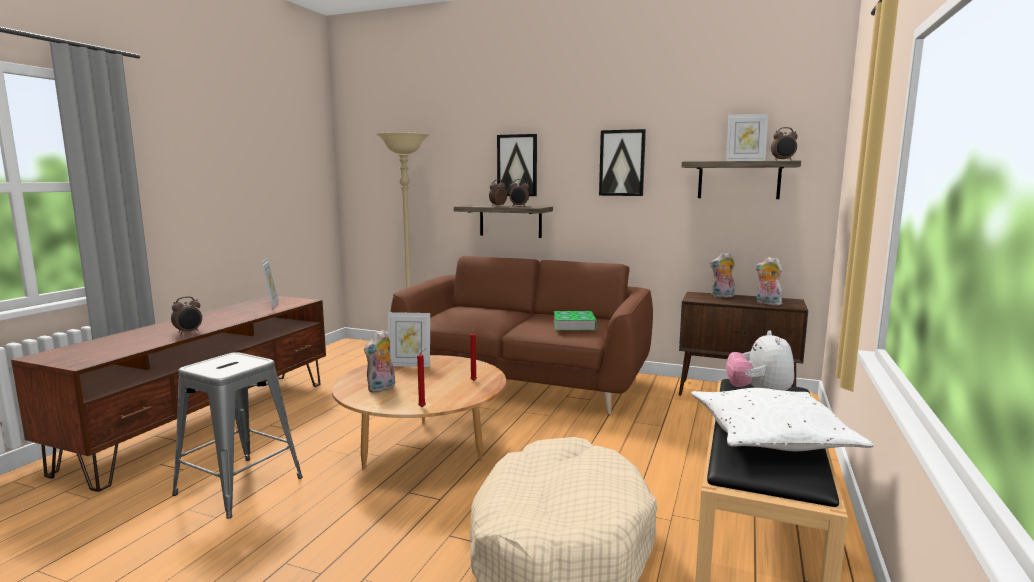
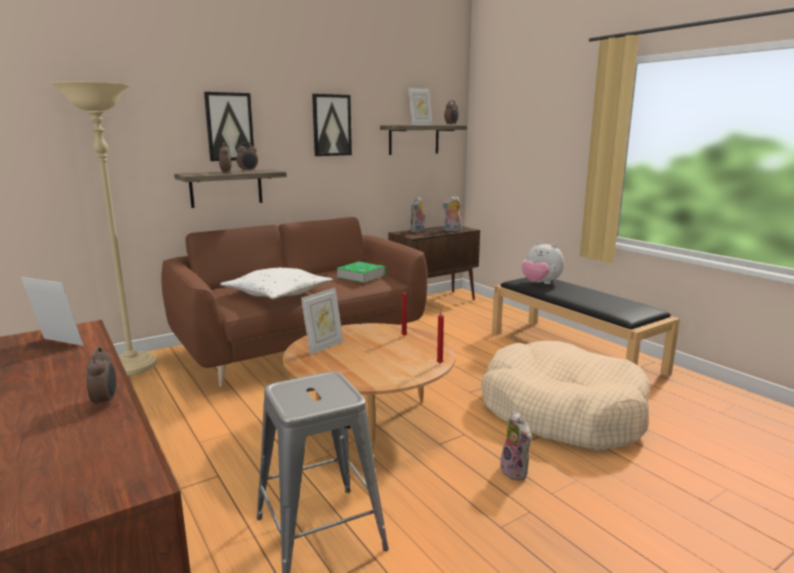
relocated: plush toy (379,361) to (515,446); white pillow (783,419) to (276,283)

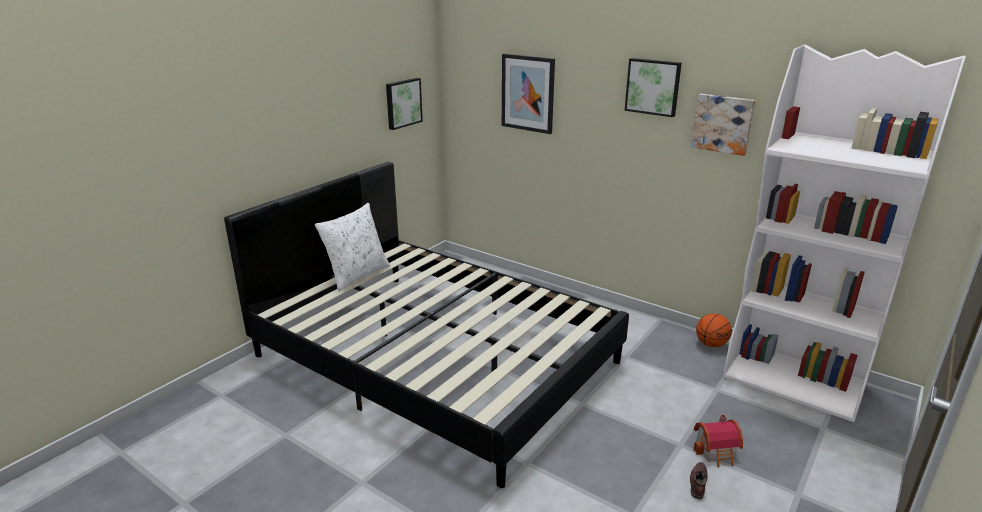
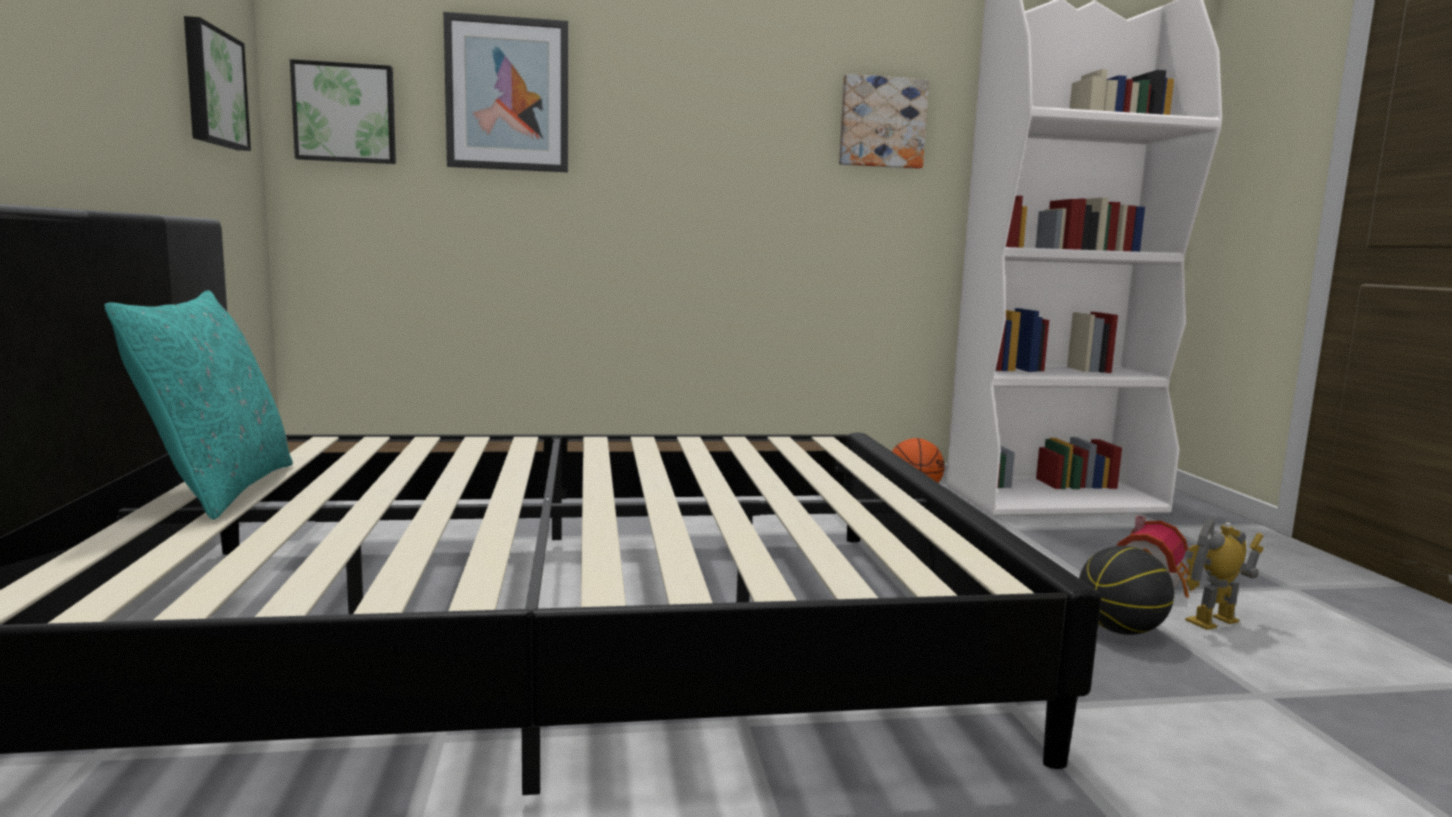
appeared: basketball (1126,590)
relocated: picture (653,87) to (343,111)
exchanged: brown shoe (699,481) to toy robot (1224,574)
colour: white pillow (352,247) to turquoise pillow (199,405)

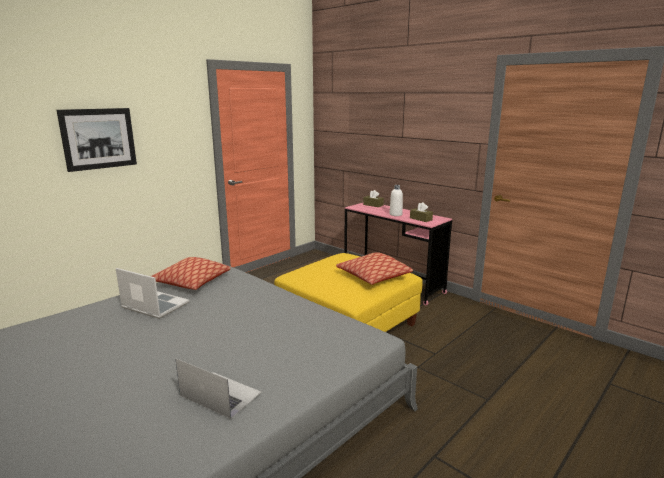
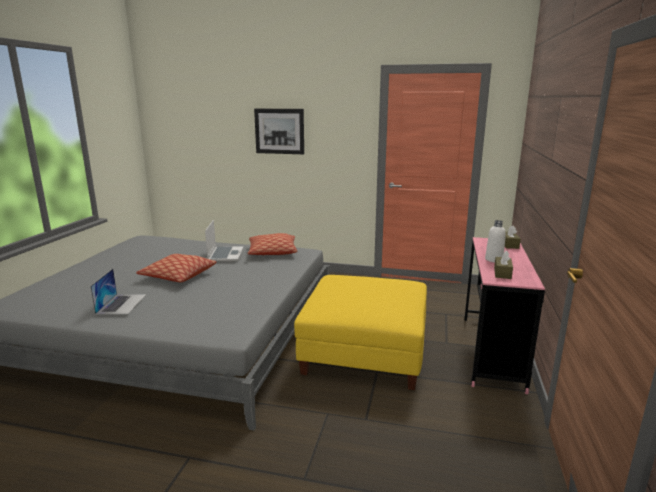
relocated: pillow (374,268) to (176,268)

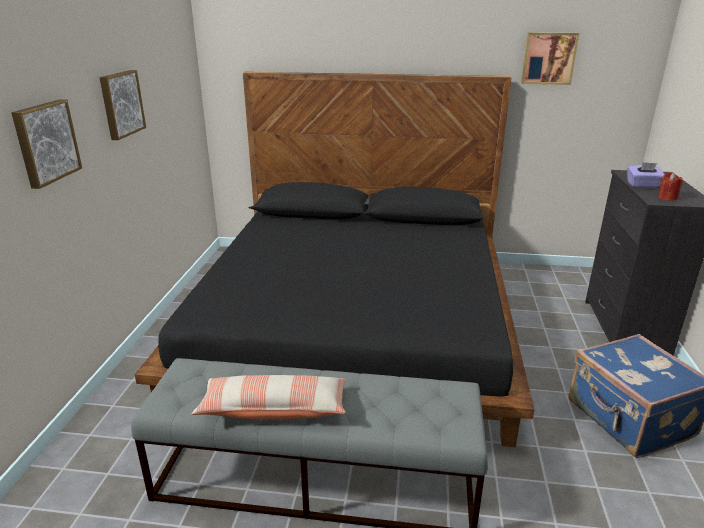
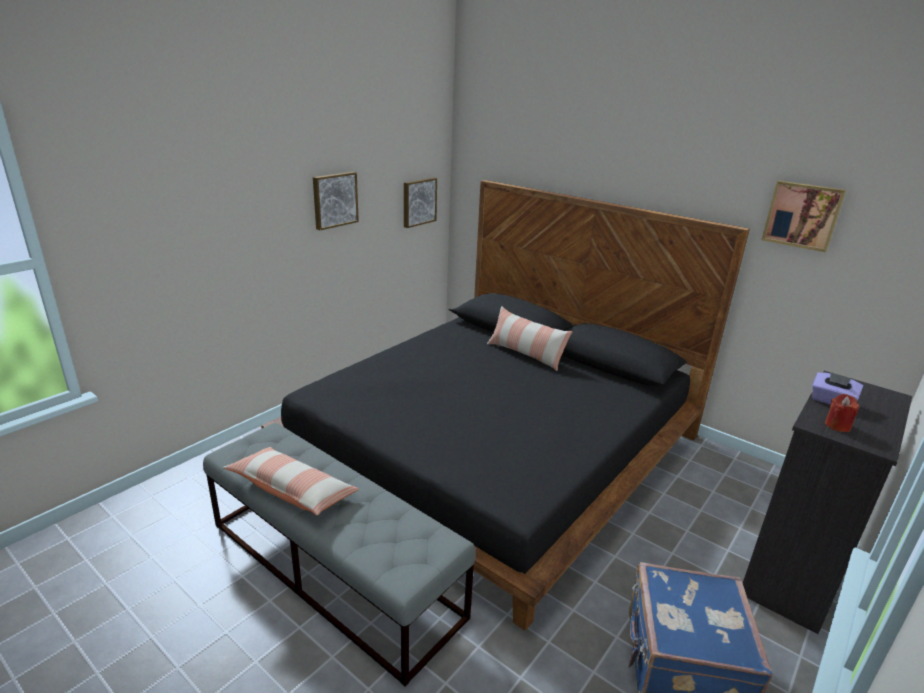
appeared: pillow (530,339)
relocated: picture (46,144) to (420,202)

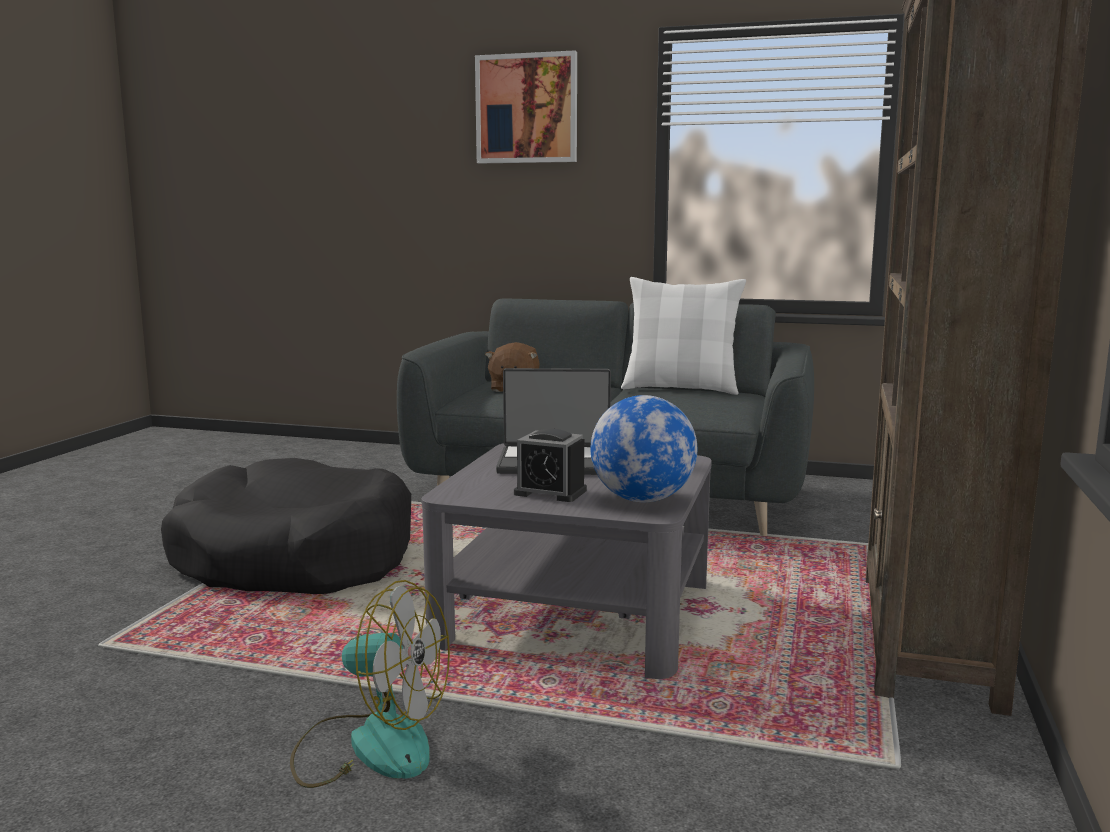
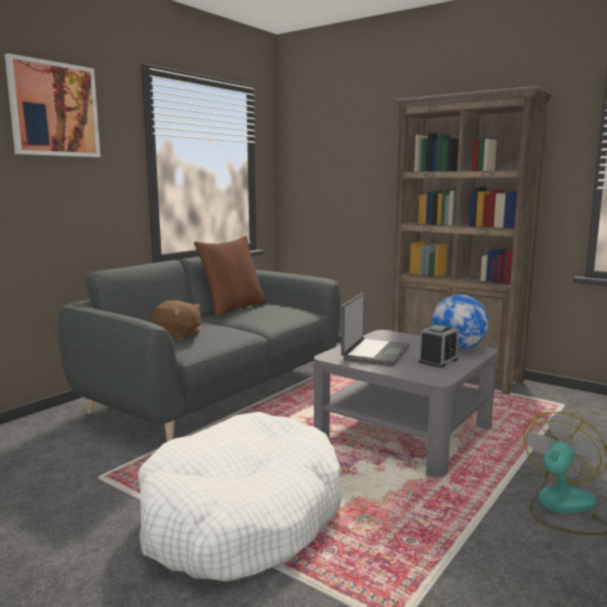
colour: black dog bed (286,526) to white dog bed (240,496); white pillow (683,336) to brown pillow (230,277)

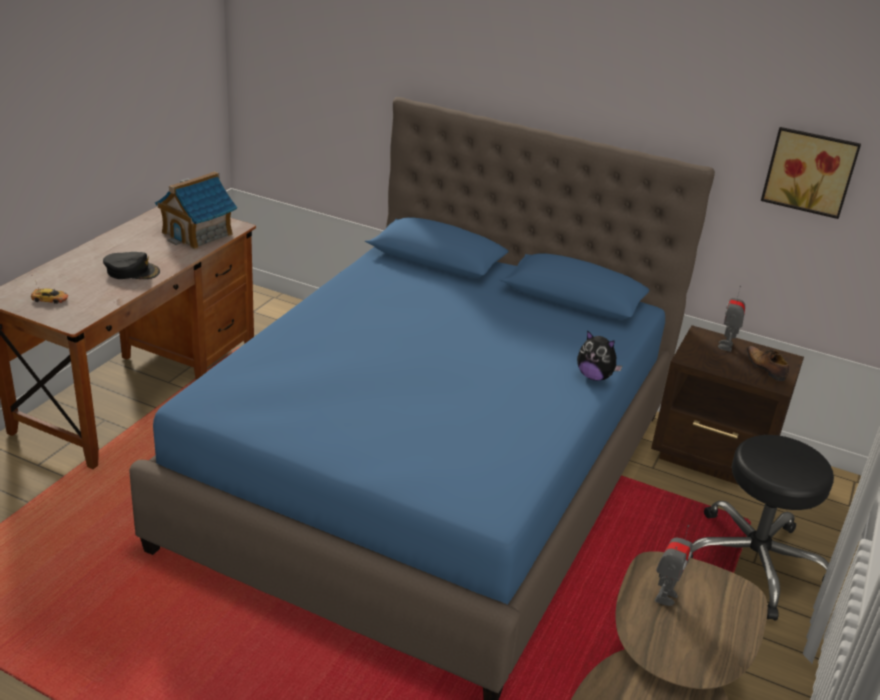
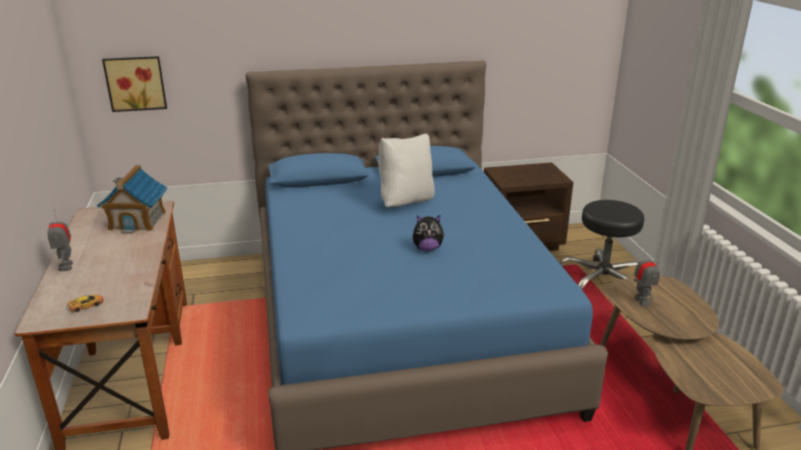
missing: black cap (131,265); shoe (767,363)
appeared: white pillow (406,170)
relocated: plush toy (600,355) to (429,233); toy robot (731,319) to (60,240); picture (811,173) to (134,84)

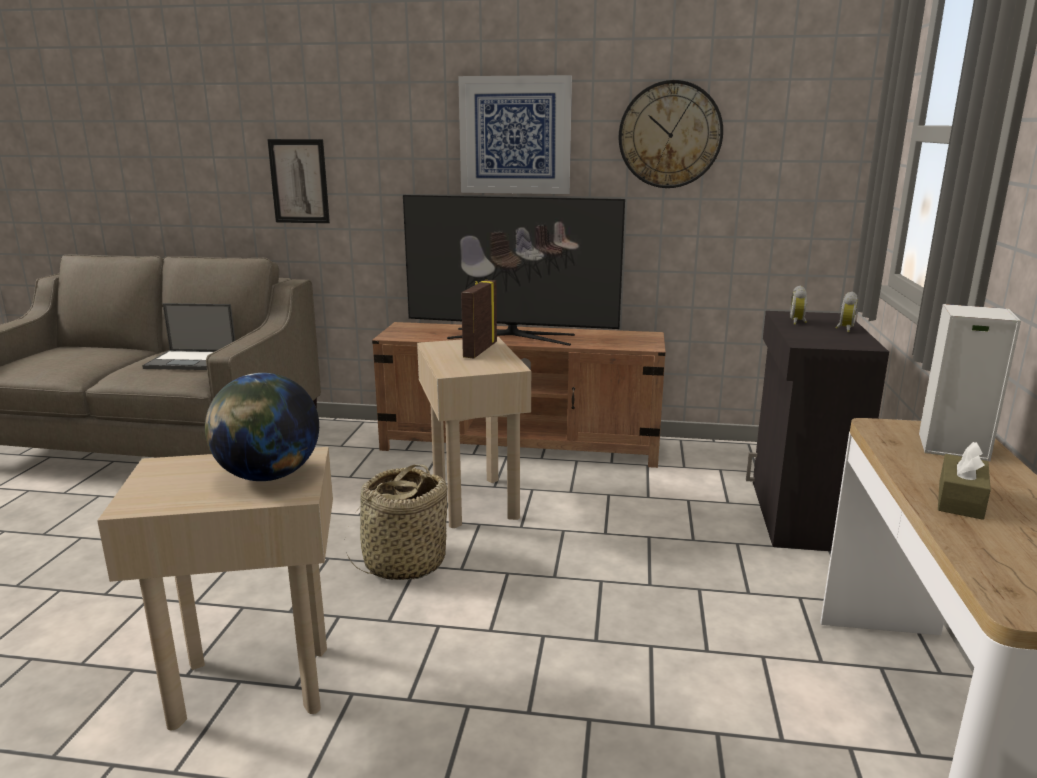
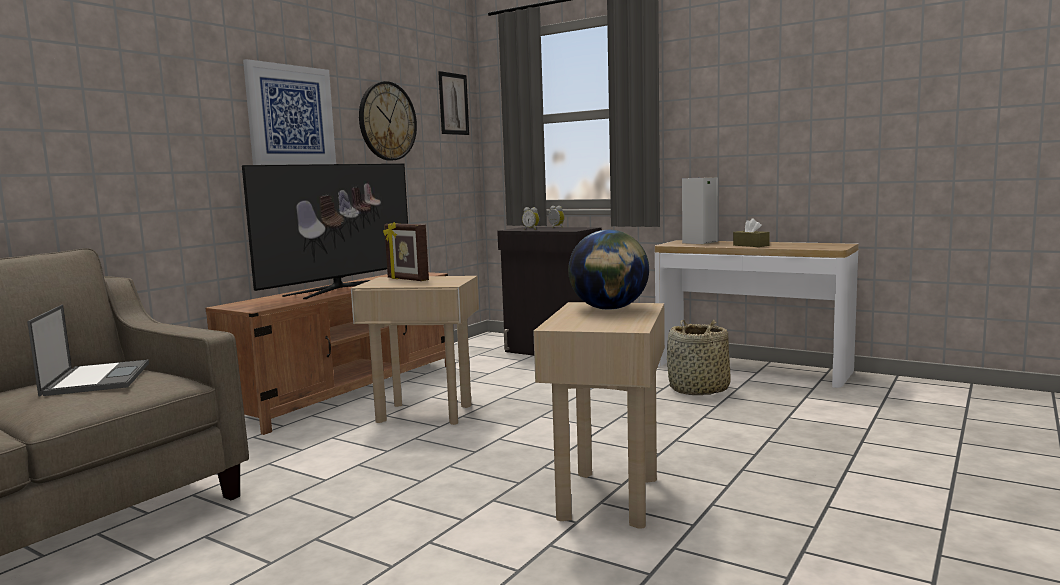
relocated: picture (298,181) to (453,103); basket (397,522) to (698,357)
spun: laptop (188,336) = (88,350) 45 degrees counterclockwise

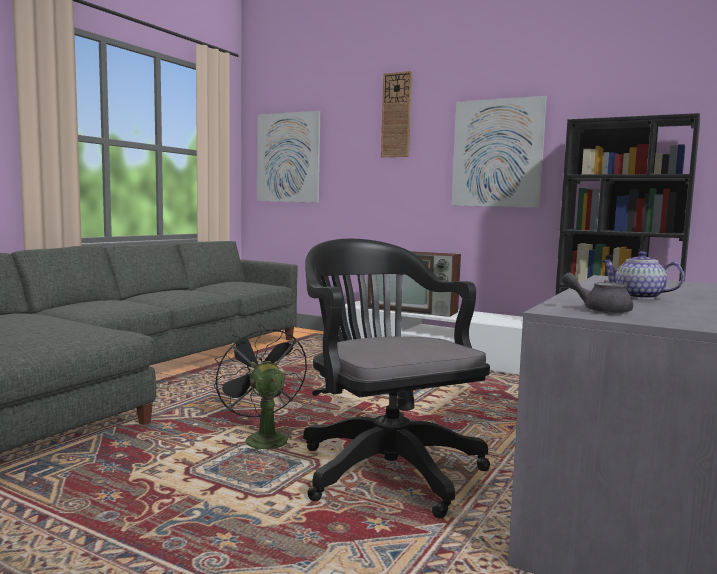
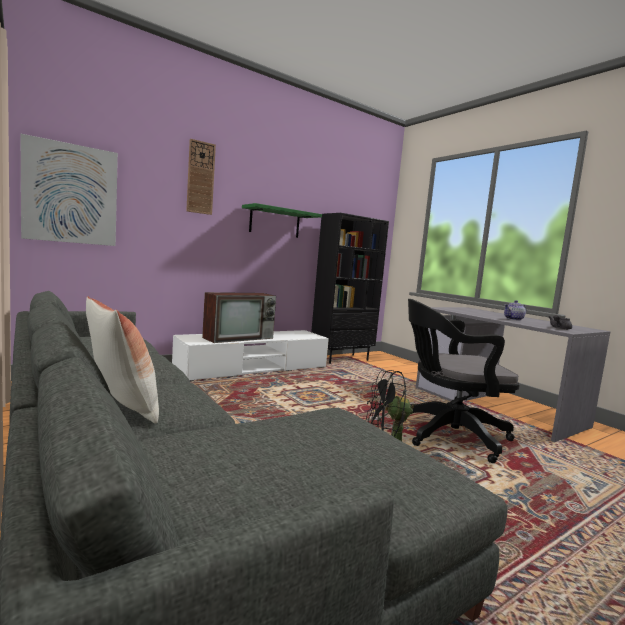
appeared: pillow (122,359)
exchanged: picture (499,152) to green shelf (282,220)

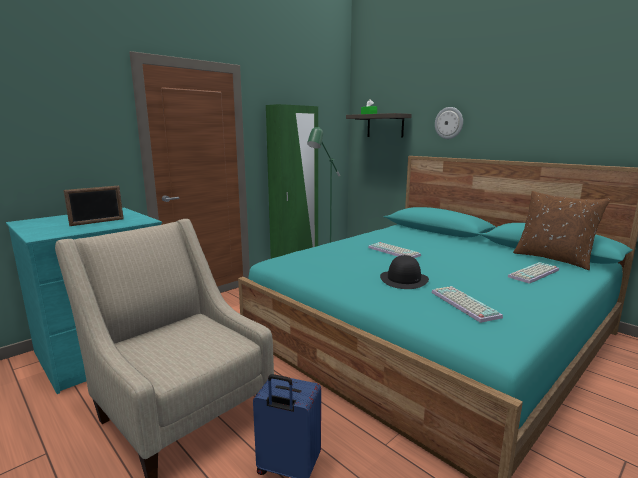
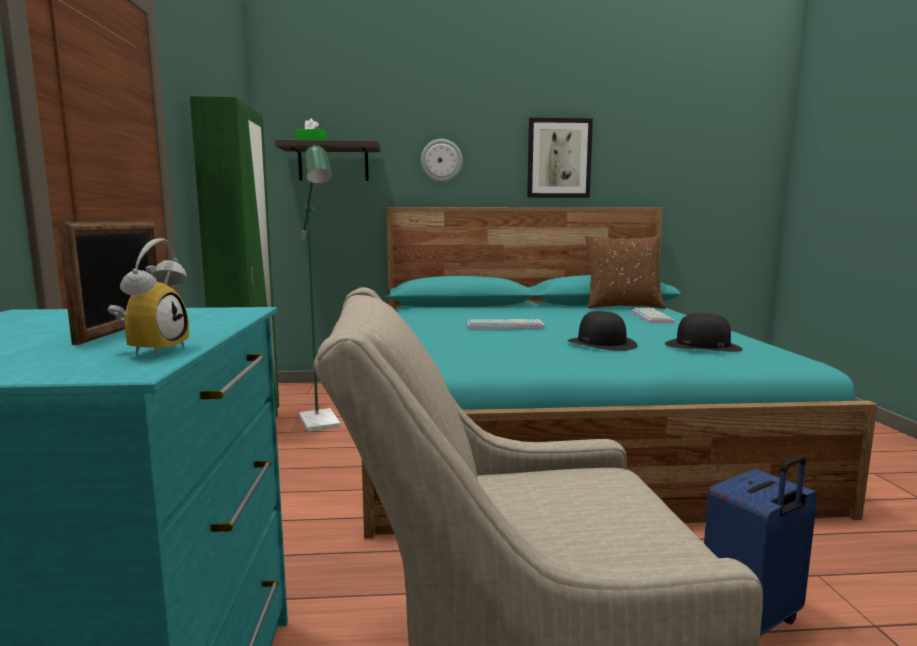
appeared: alarm clock (148,297); picture (560,158)
exchanged: keyboard (467,304) to black hat (704,332)

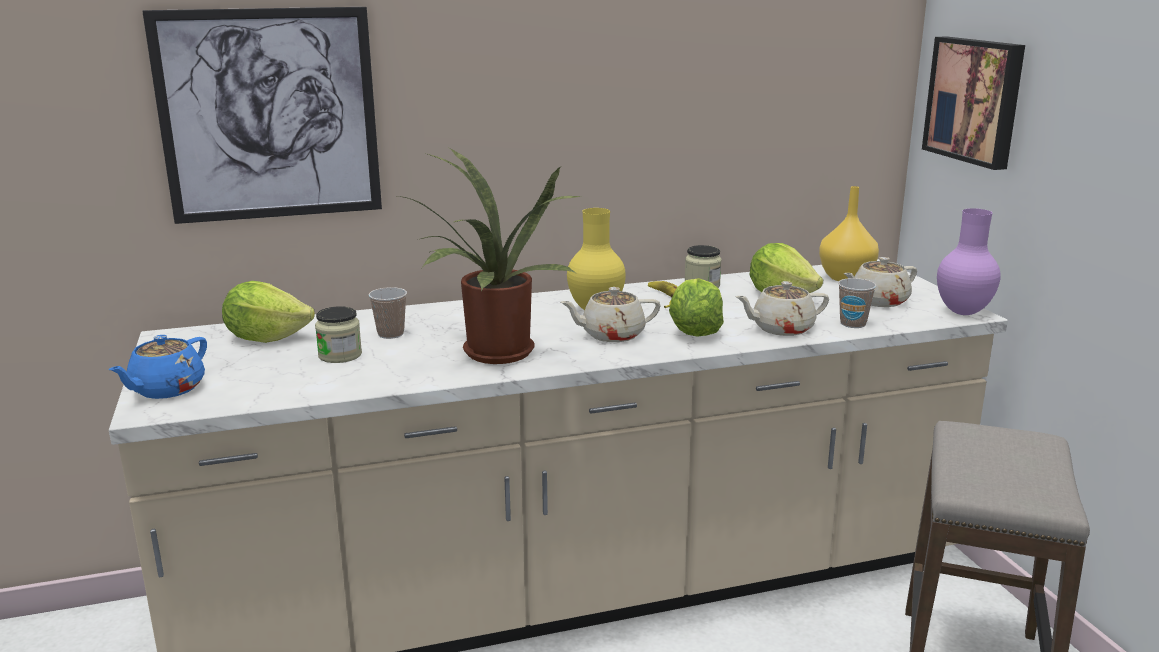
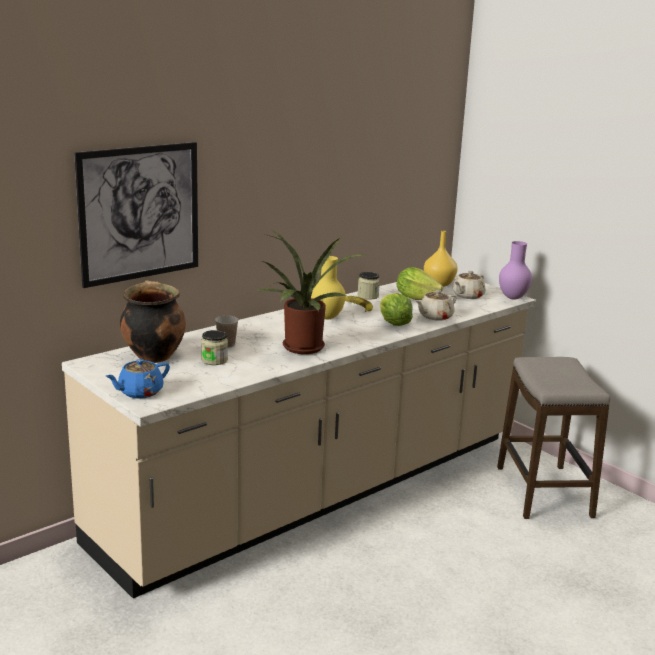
missing: beige teapot (610,314); cup (857,303); picture (973,103)
exchanged: lettuce (268,312) to cooking pot (153,322)
spun: blue teapot (158,367) = (137,378) 45 degrees clockwise

